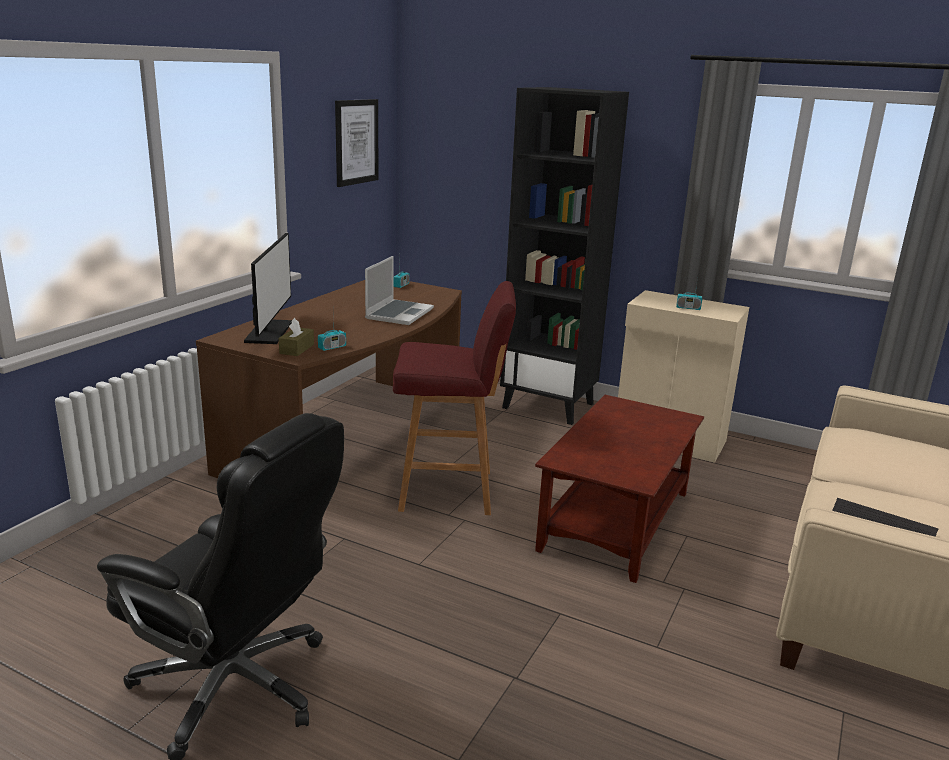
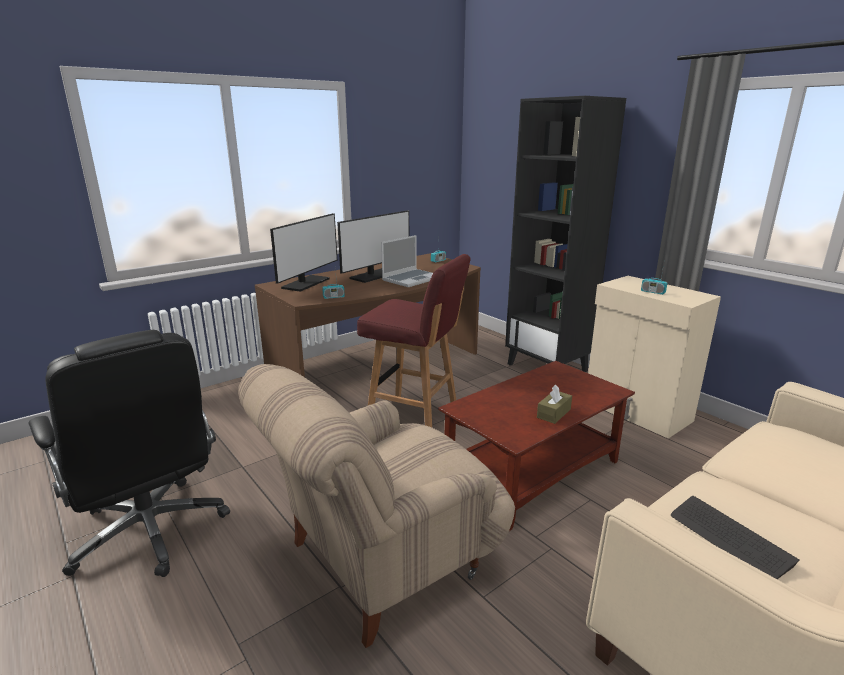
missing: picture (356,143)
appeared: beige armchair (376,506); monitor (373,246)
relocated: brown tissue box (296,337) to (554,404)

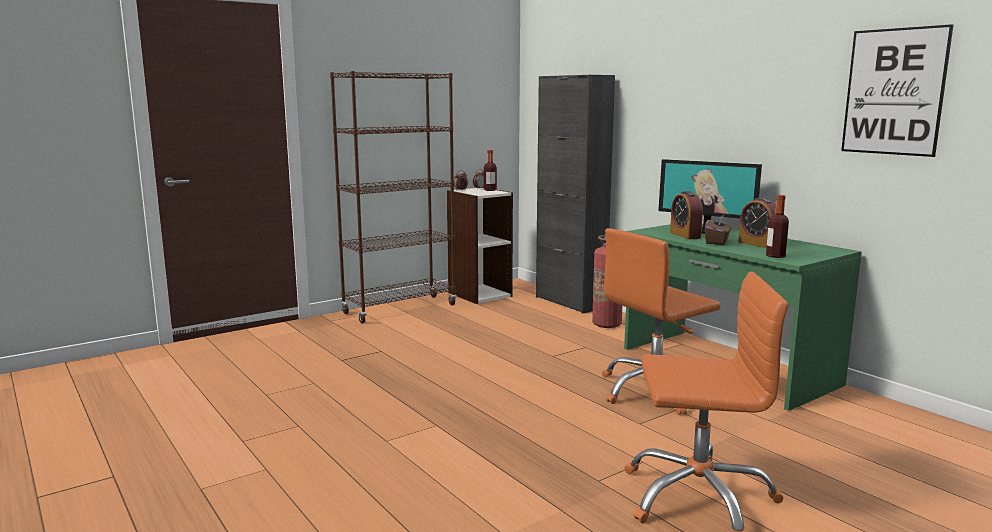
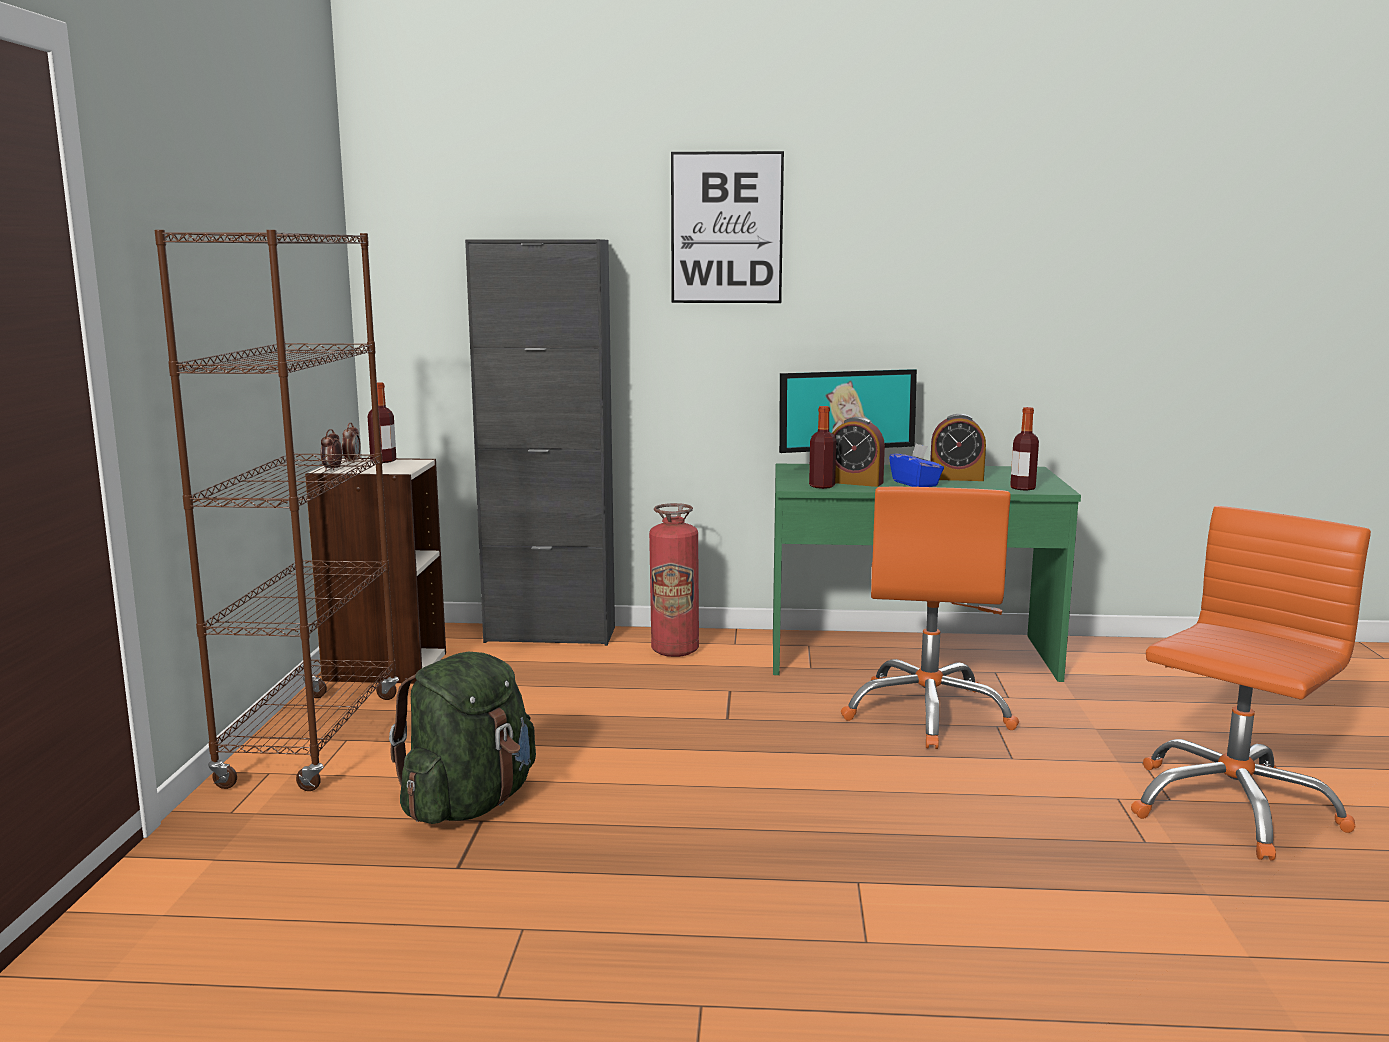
appeared: green backpack (462,738); bottle (822,447)
relocated: picture (897,90) to (727,227)
colour: brown tissue box (718,229) to blue tissue box (916,465)

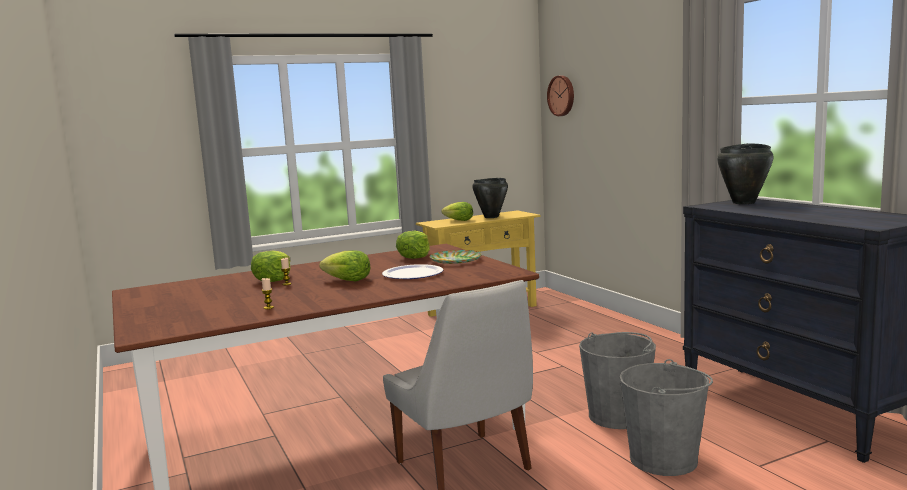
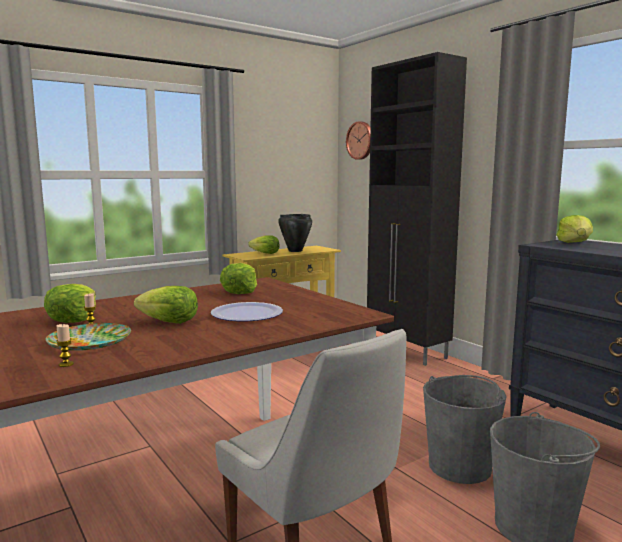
appeared: black cabinet (417,209)
relocated: plate (456,257) to (88,337)
exchanged: black cooking pot (745,173) to lettuce (575,229)

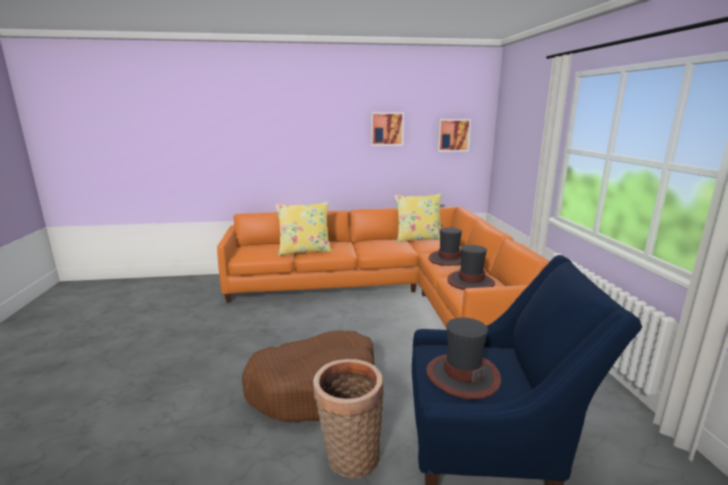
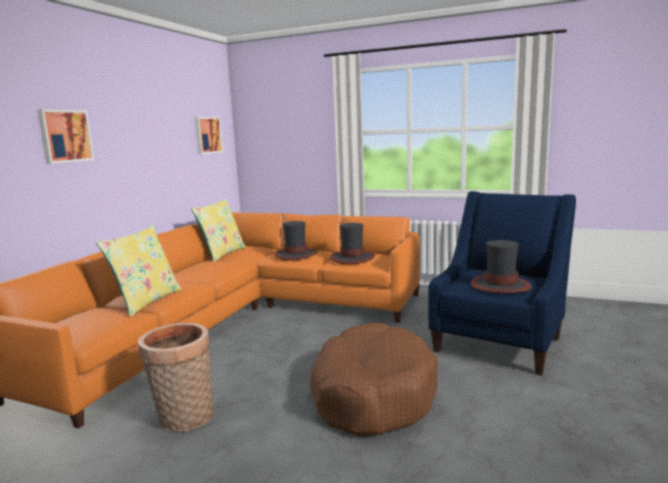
relocated: basket (348,418) to (175,377); picture (387,129) to (65,136)

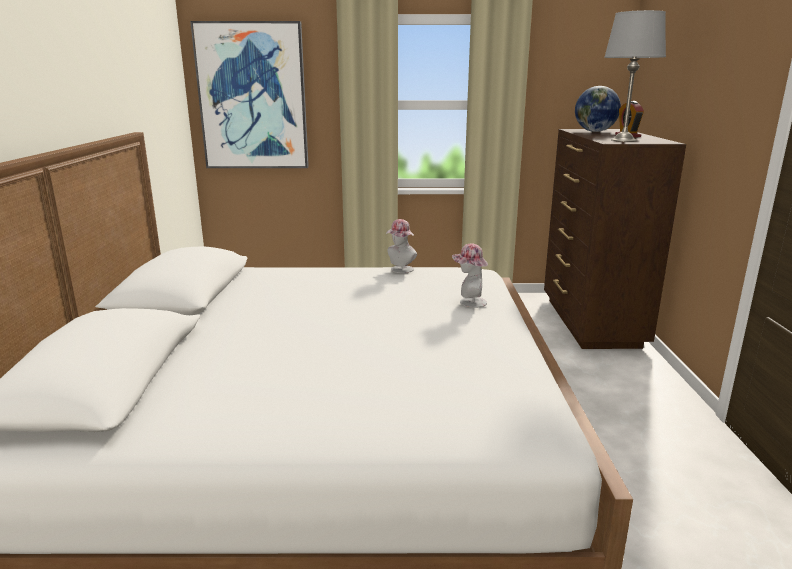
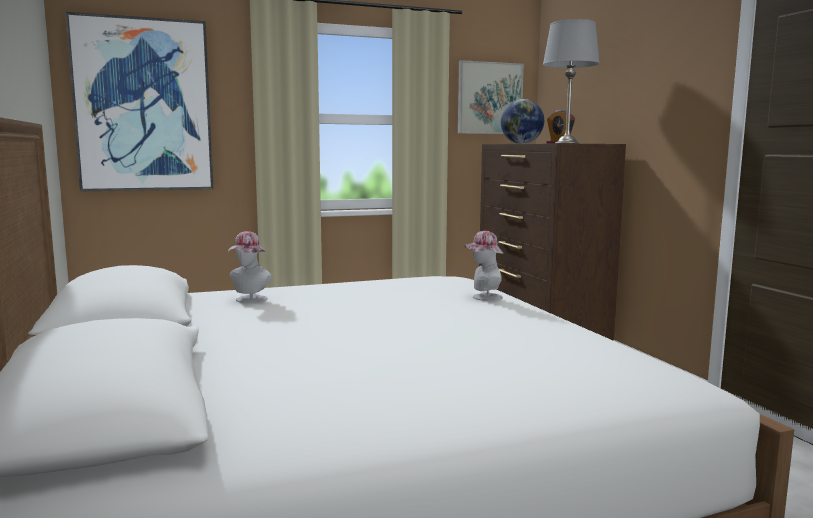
appeared: picture (491,97)
relocated: hat (401,246) to (250,267)

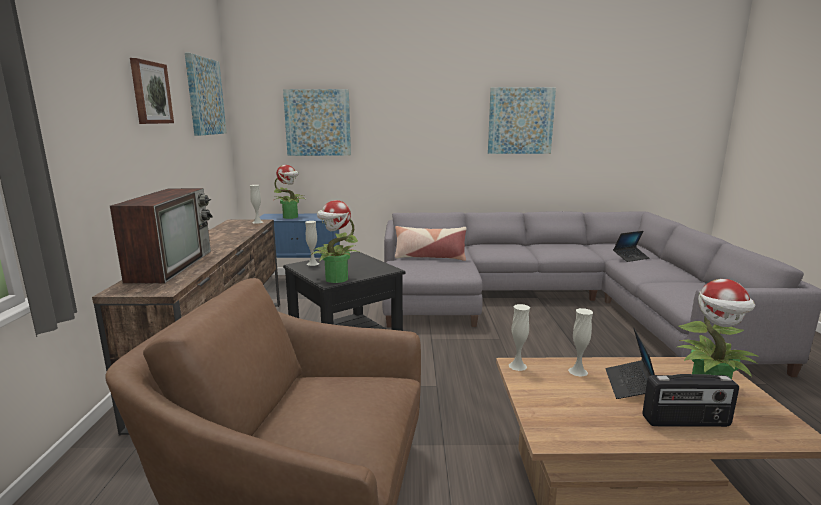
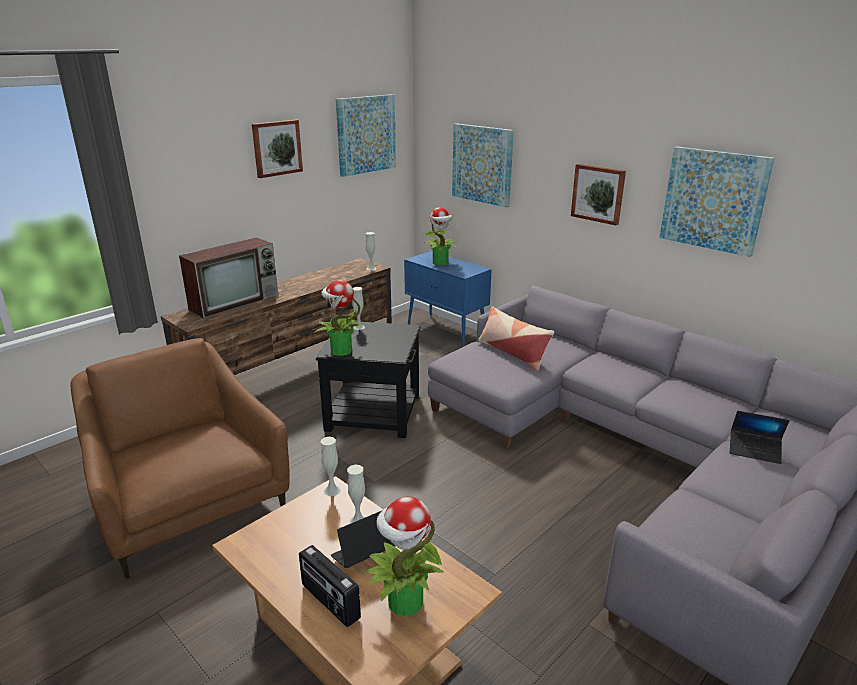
appeared: picture (598,194)

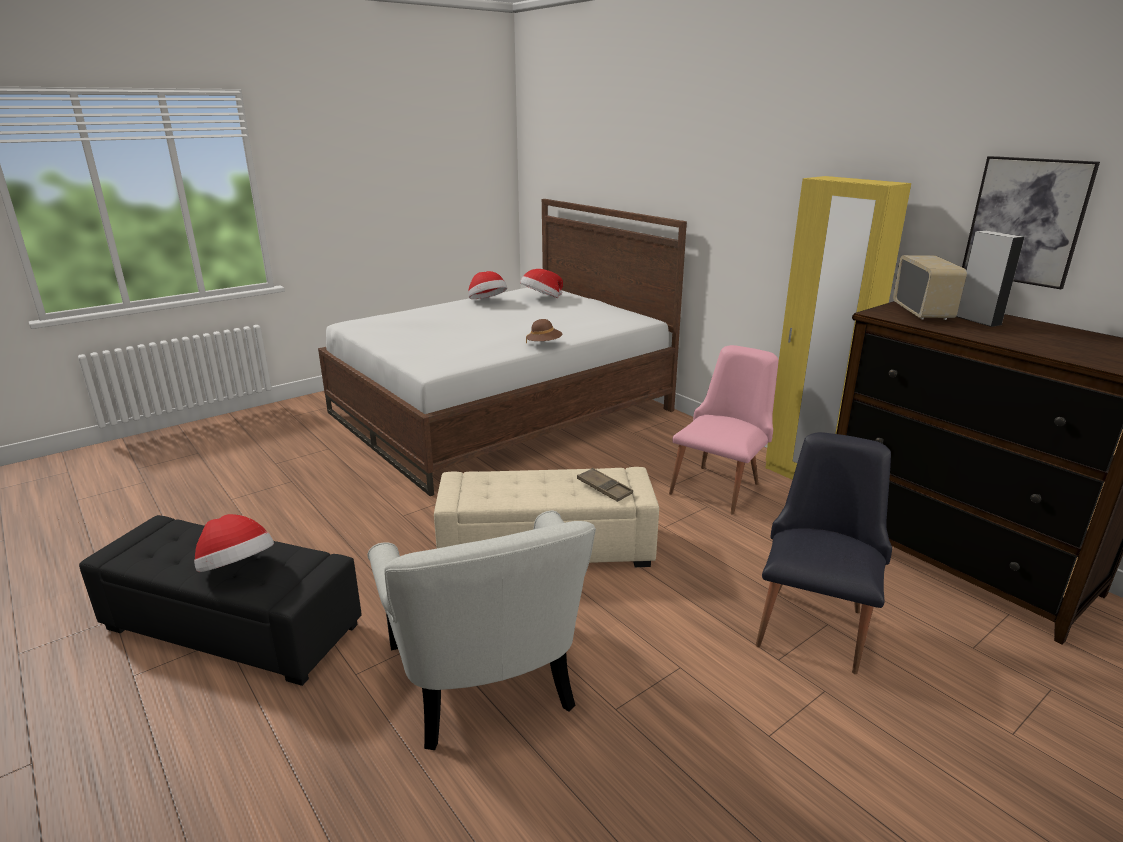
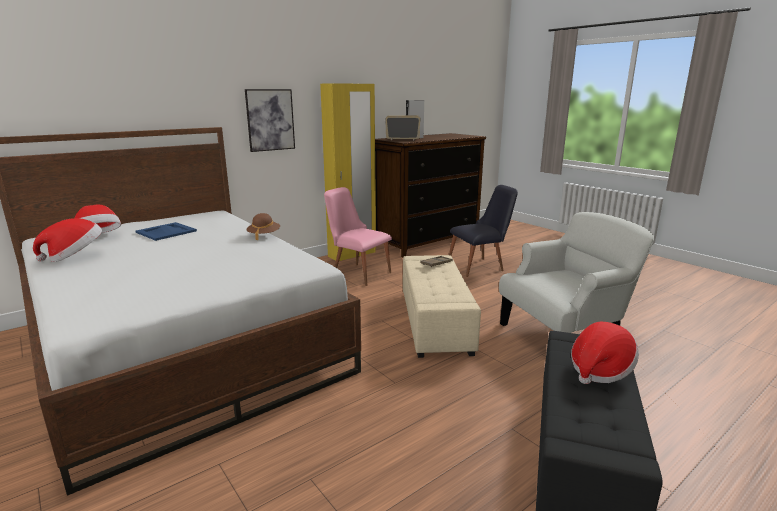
appeared: blue tray (166,231)
relocated: picture (1031,222) to (270,120)
spun: black chair (824,553) = (483,231) 135 degrees clockwise

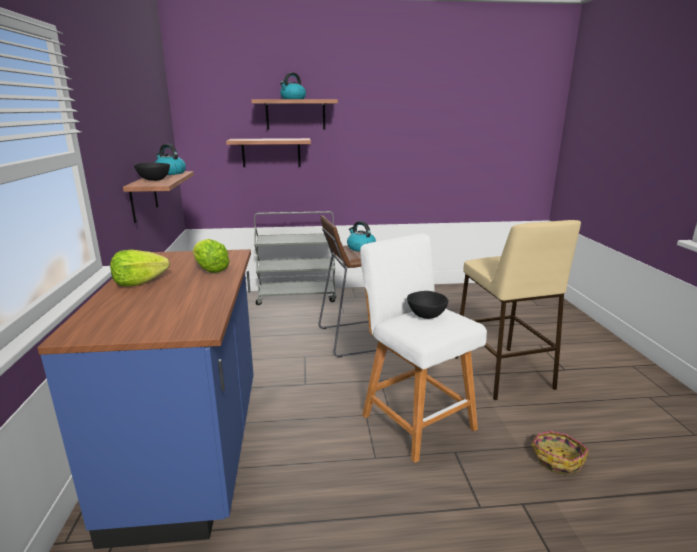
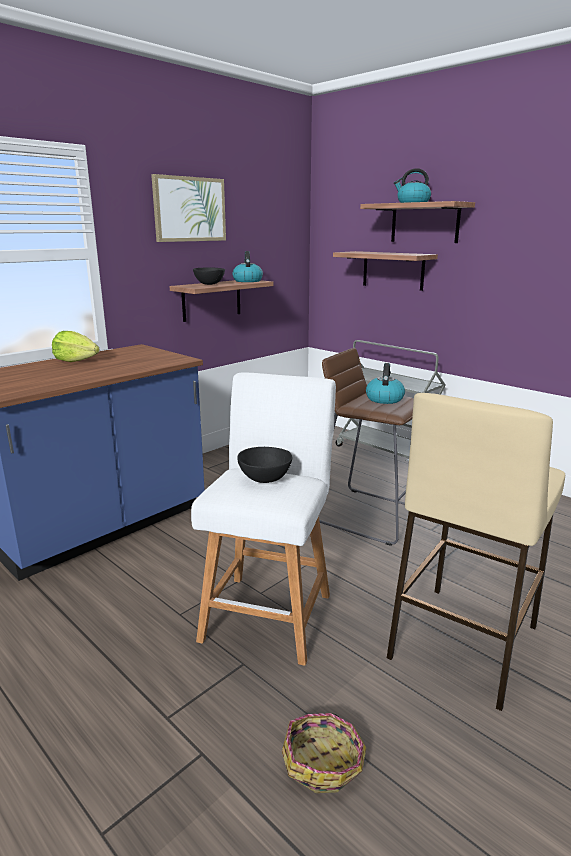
missing: lettuce (211,256)
appeared: picture (188,208)

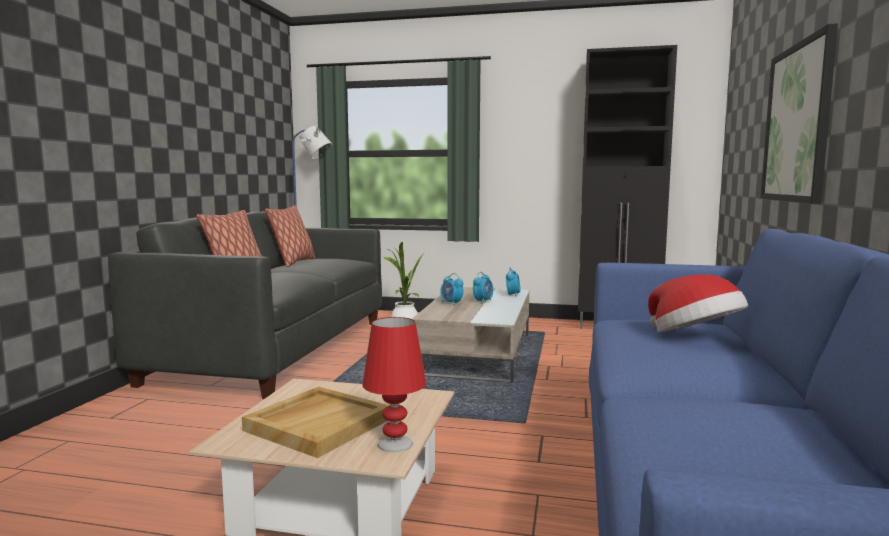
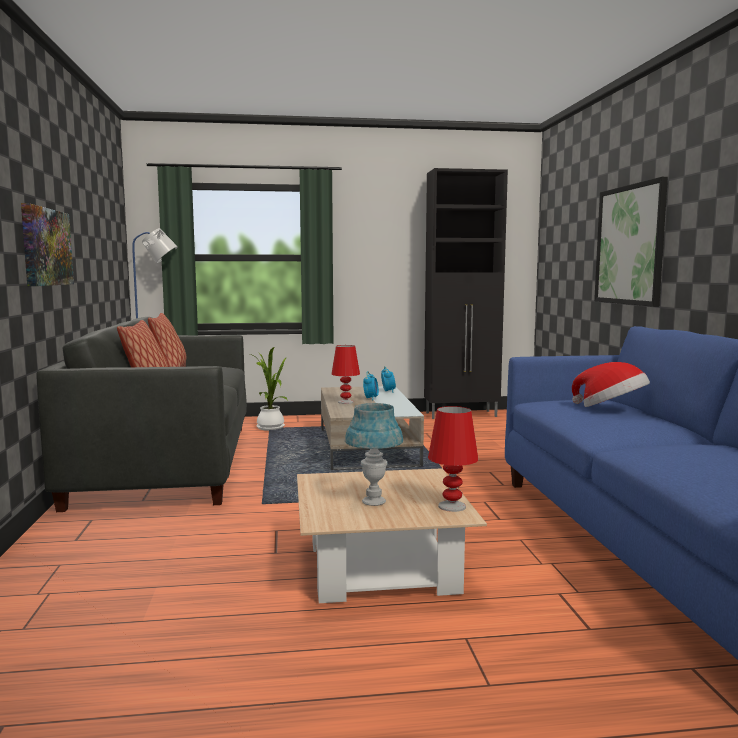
appeared: picture (47,244)
exchanged: beige tray (315,422) to blue table lamp (374,454); alarm clock (452,289) to red table lamp (346,374)

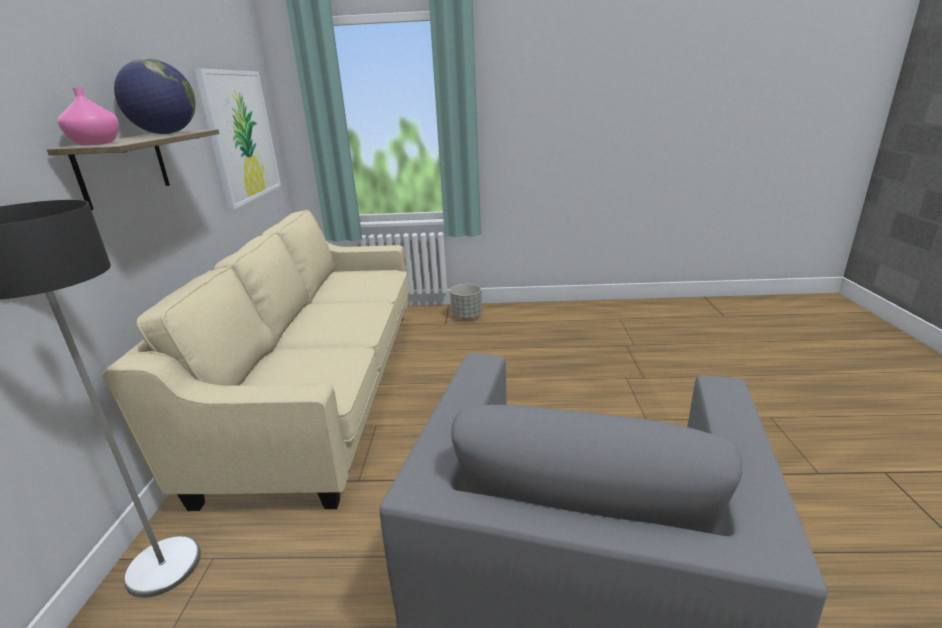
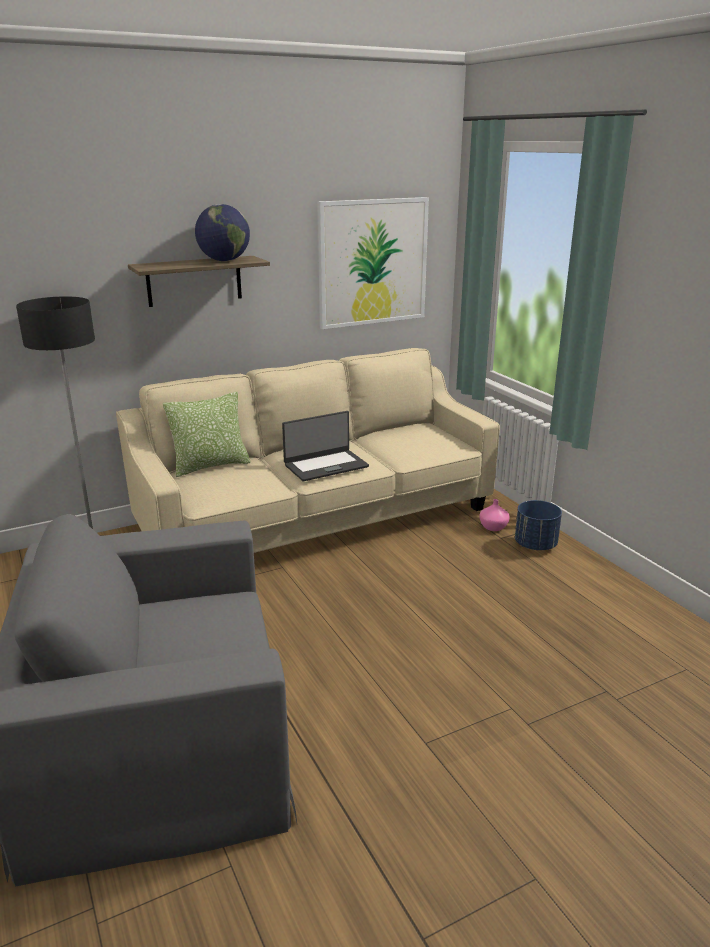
appeared: pillow (206,434); laptop (325,446)
relocated: pink vase (88,116) to (494,515)
colour: grey planter (466,301) to blue planter (538,525)

